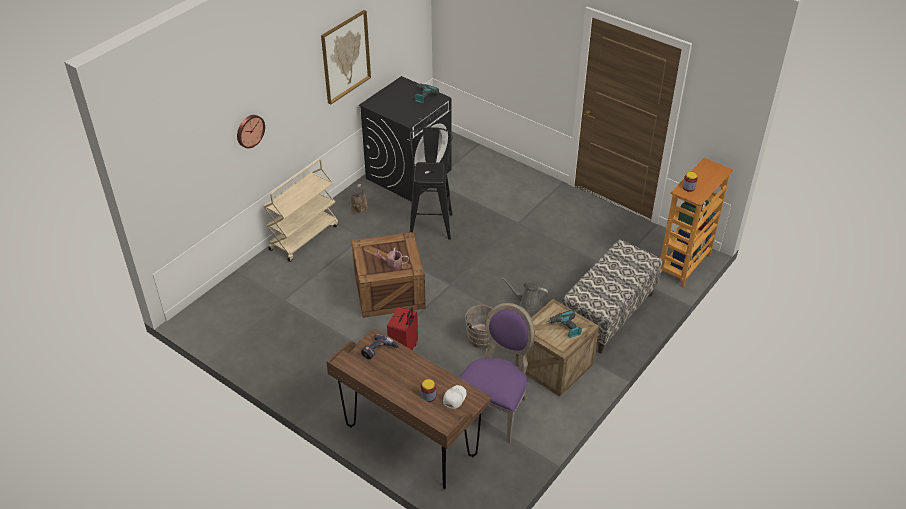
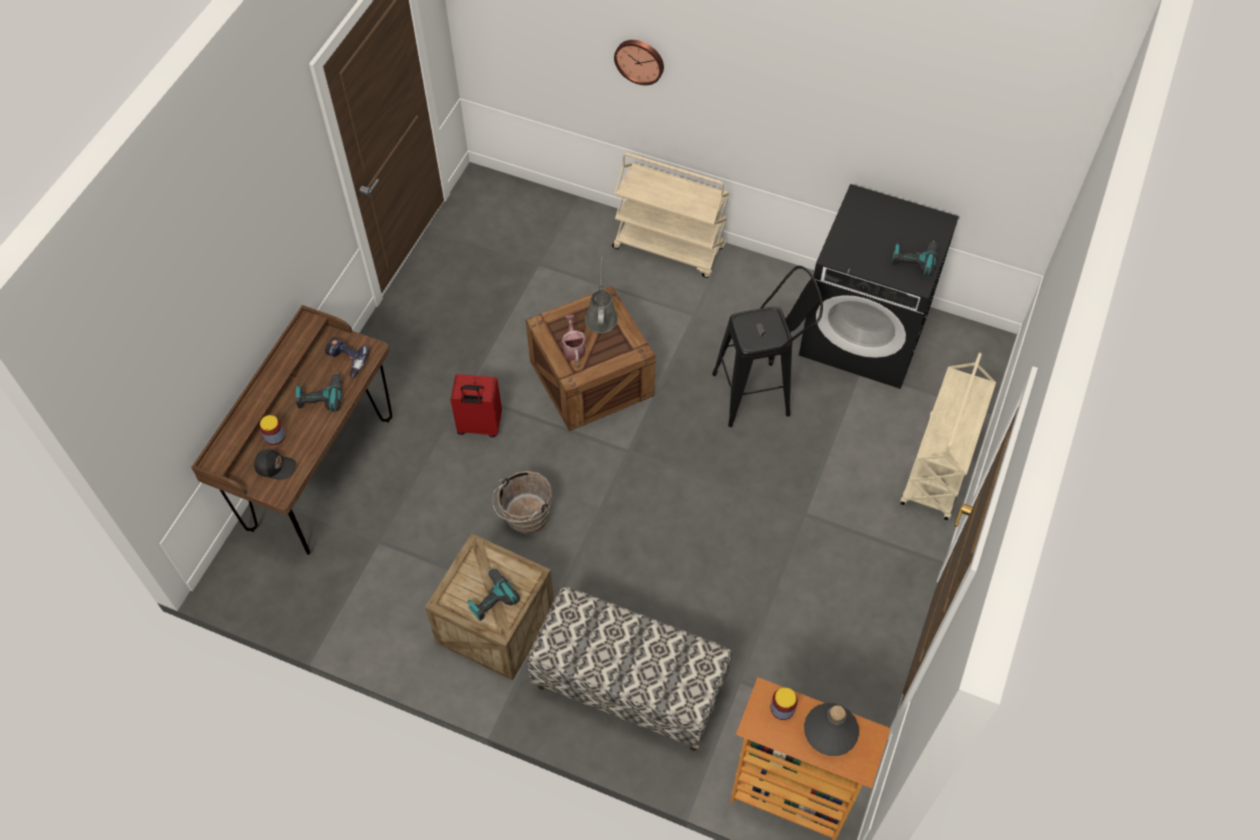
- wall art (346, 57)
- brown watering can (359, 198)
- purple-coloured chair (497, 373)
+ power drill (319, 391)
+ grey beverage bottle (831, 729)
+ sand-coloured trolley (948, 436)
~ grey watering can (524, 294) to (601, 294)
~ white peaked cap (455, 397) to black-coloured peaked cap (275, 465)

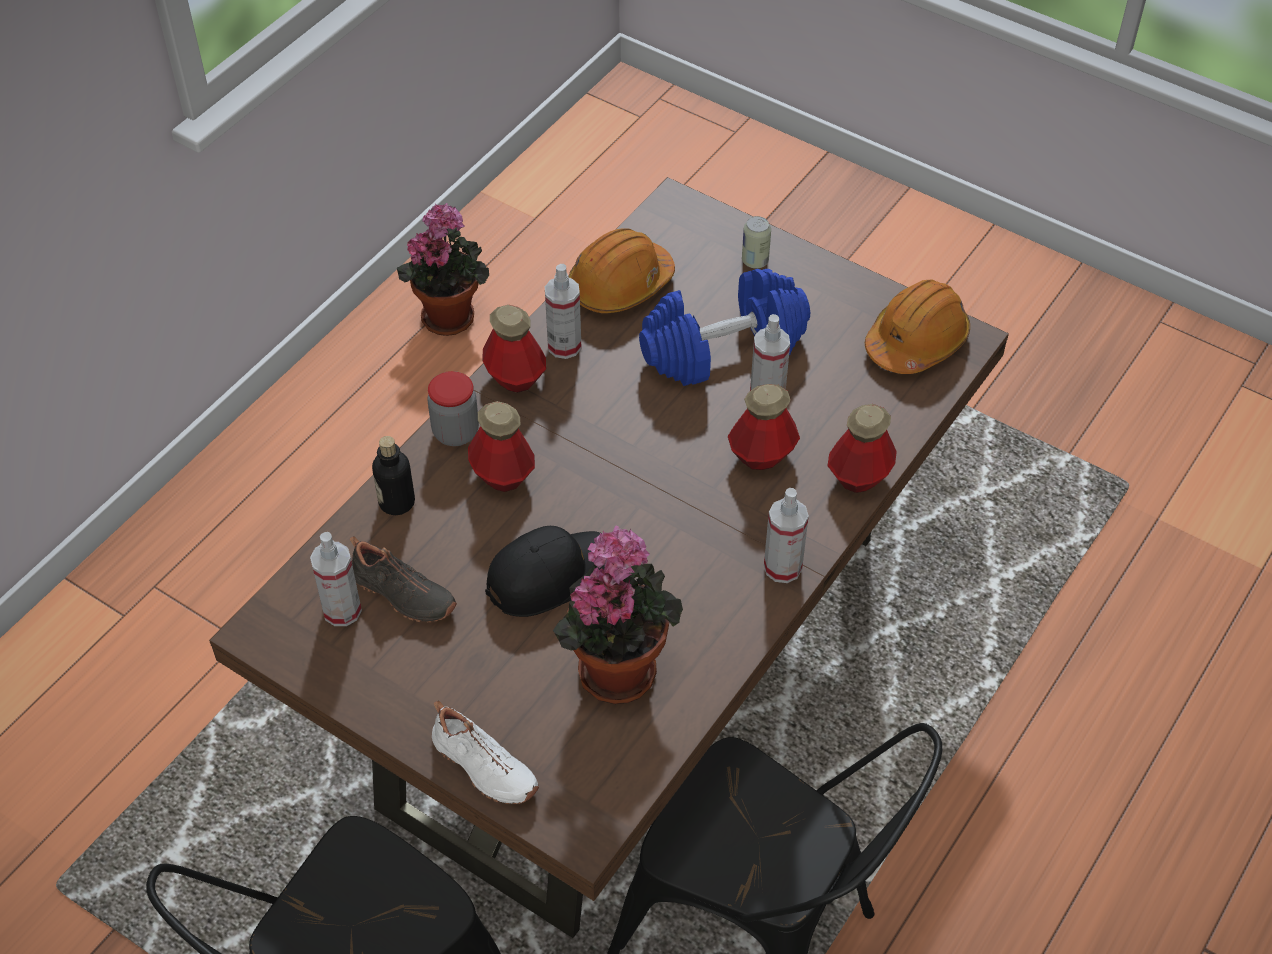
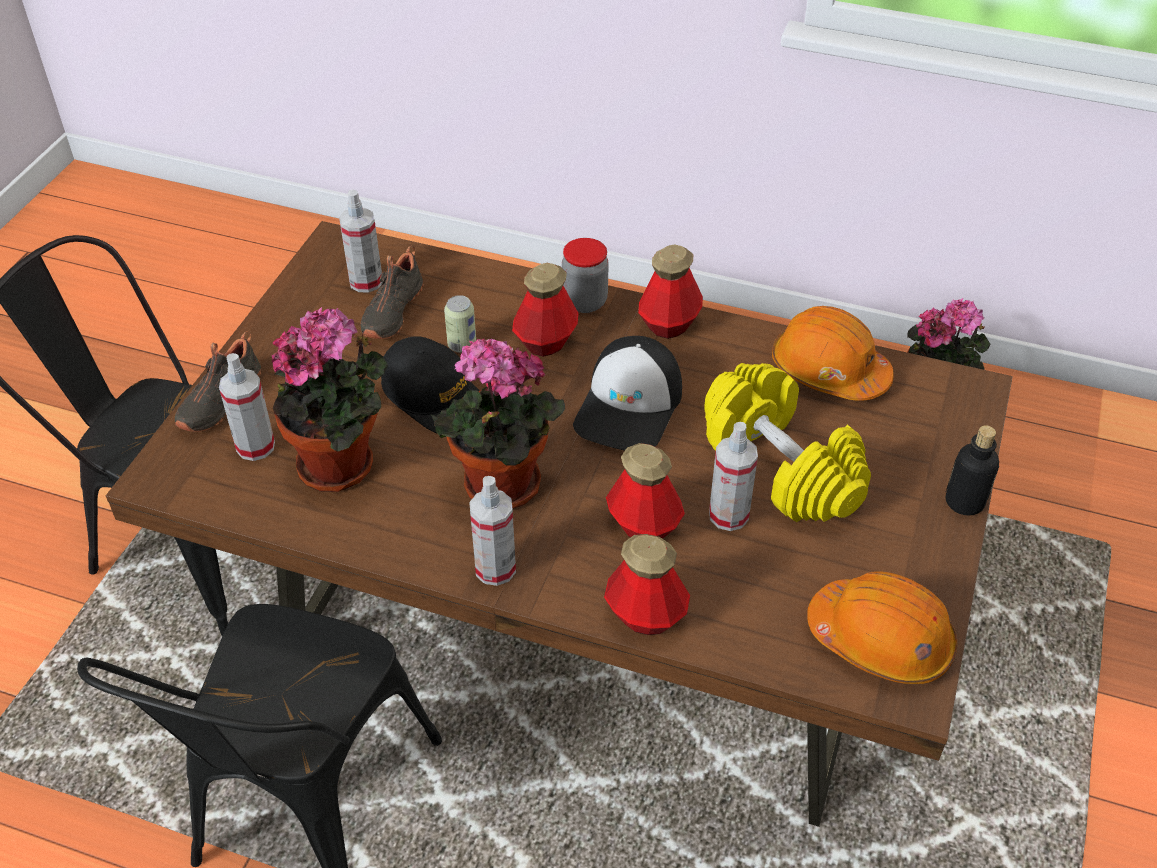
+ potted plant (497, 424)
+ peaked cap (627, 393)
~ beverage bottle (393, 475) to (972, 470)
~ sprayer (563, 311) to (247, 407)
~ sealed can (756, 242) to (460, 323)
~ white low shoe (485, 752) to black-coloured low shoe (218, 381)
~ blue-coloured hand weight (724, 327) to yellow hand weight (787, 442)

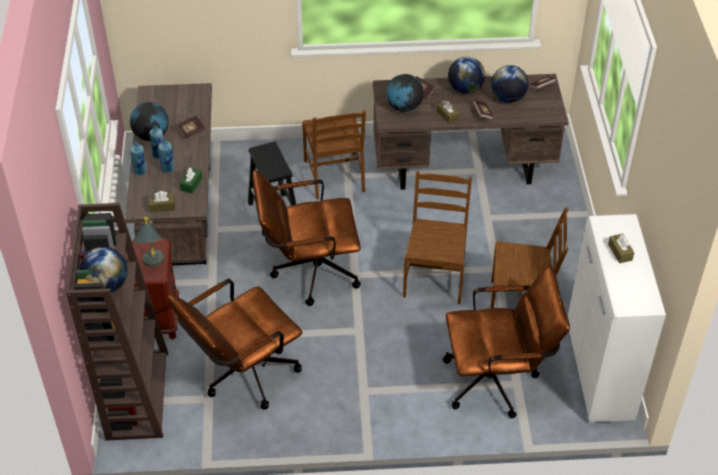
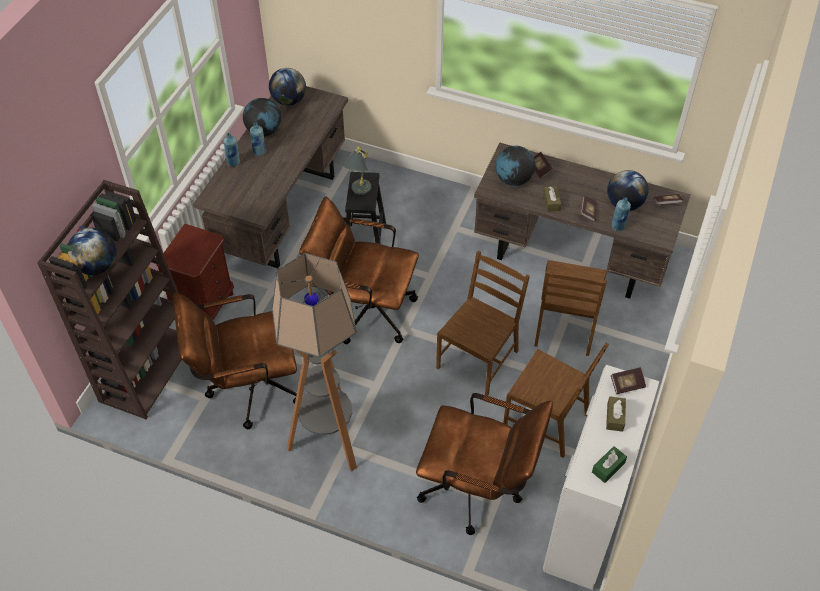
- brown box of tissues (162, 201)
+ standard lamp (314, 362)
~ grey lamp for a table (148, 241) to (356, 170)
~ blue-coloured beverage bottle (166, 156) to (621, 214)
~ bound book (191, 127) to (628, 380)
~ green box of tissues (191, 180) to (609, 464)
~ brown chair (334, 155) to (570, 308)
~ world globe (466, 75) to (287, 87)

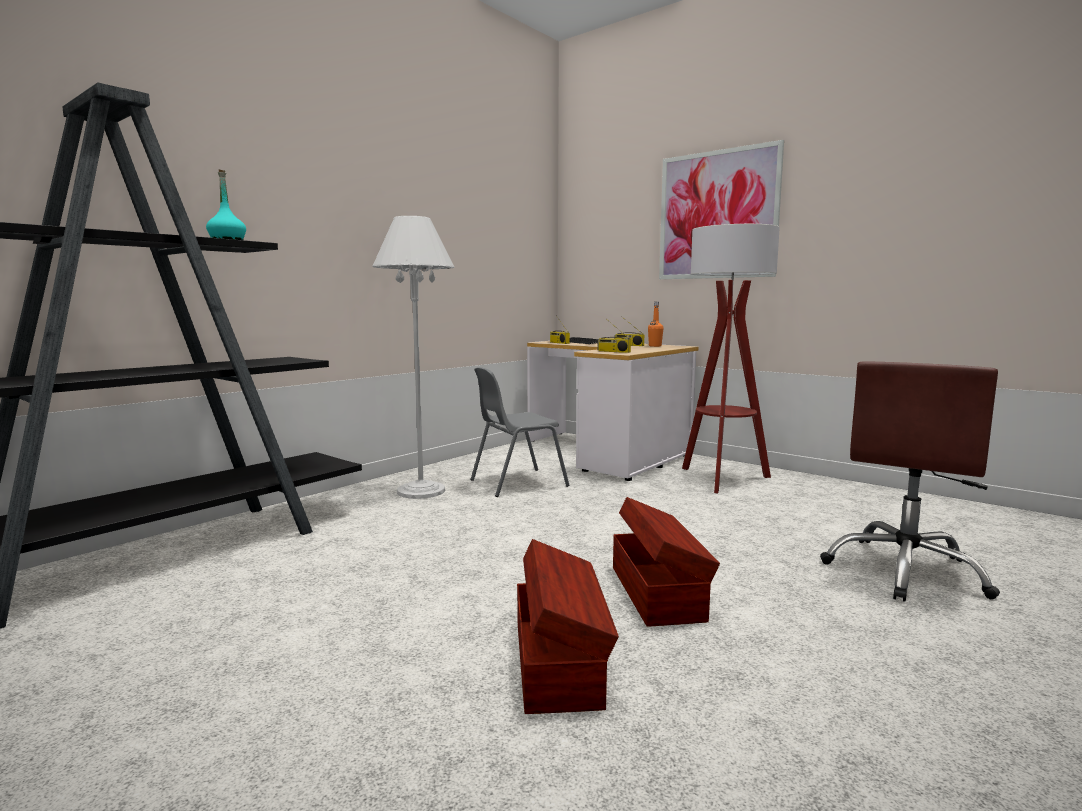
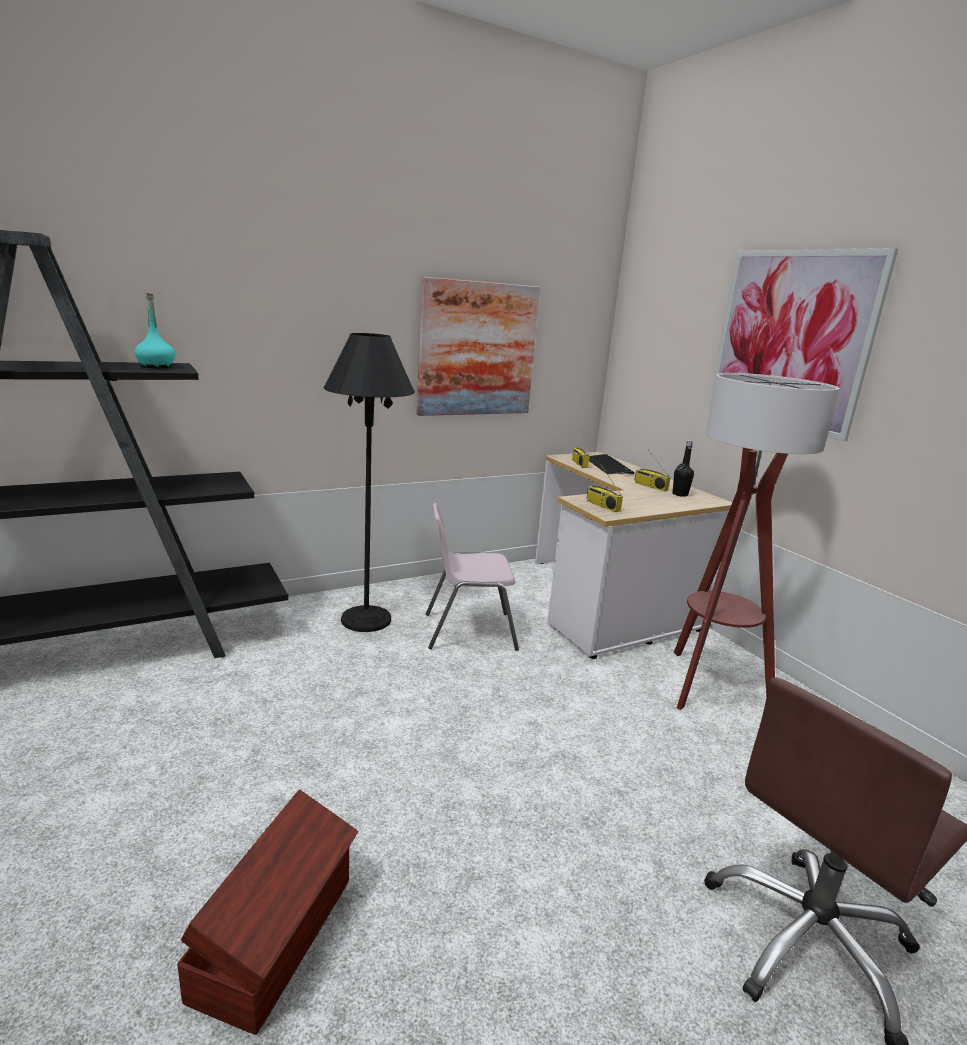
- brown storage bin (666, 561)
+ wall art (478, 346)
~ white standard lamp (413, 357) to black-coloured standard lamp (369, 482)
~ grey chair (520, 432) to pink chair (472, 577)
~ orange-coloured beverage bottle (656, 324) to black-coloured beverage bottle (683, 468)

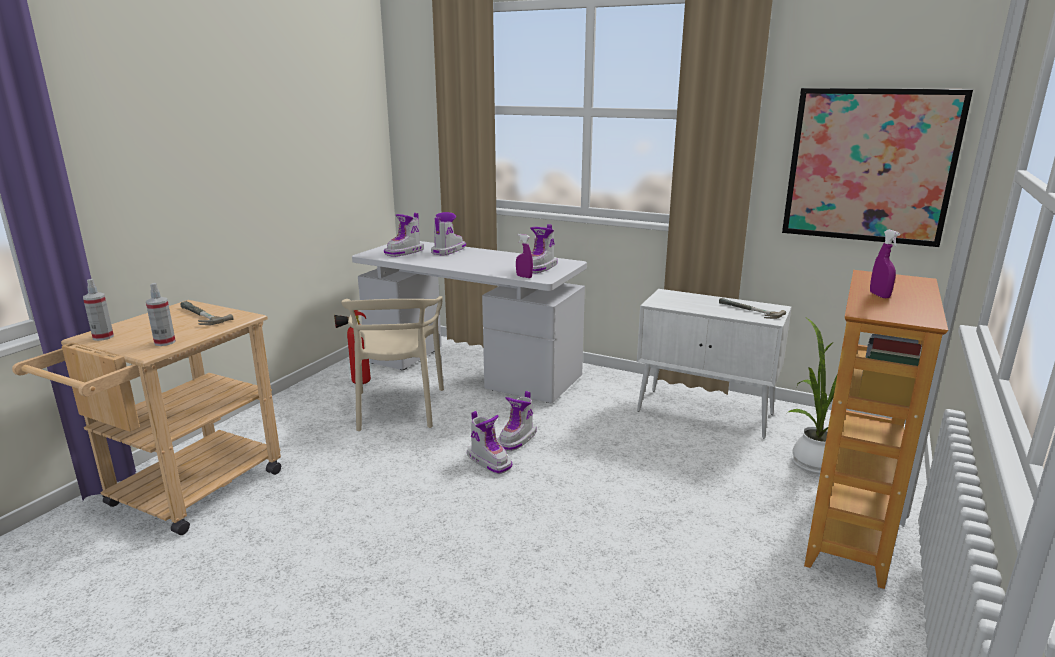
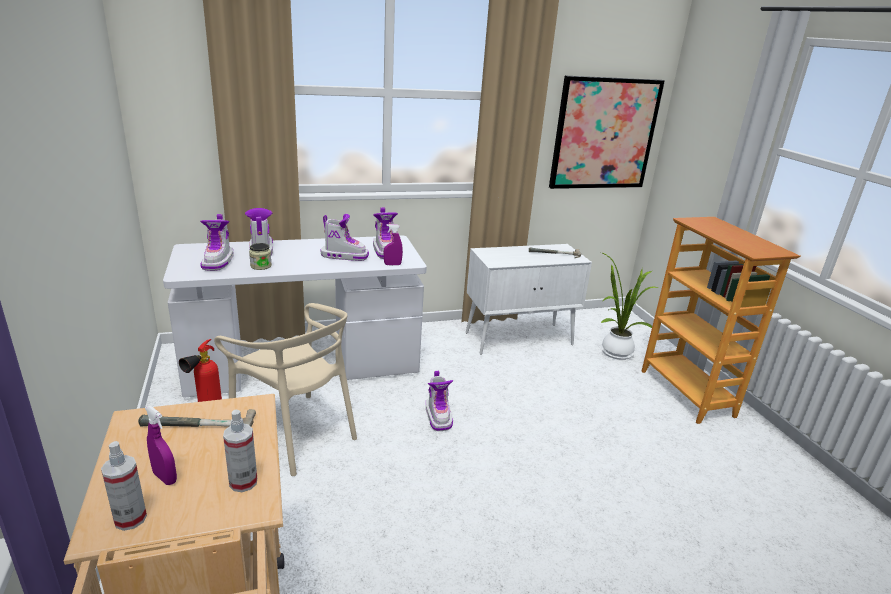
+ jar (260, 256)
~ boot (489, 442) to (345, 237)
~ purple-coloured sprayer (885, 264) to (161, 445)

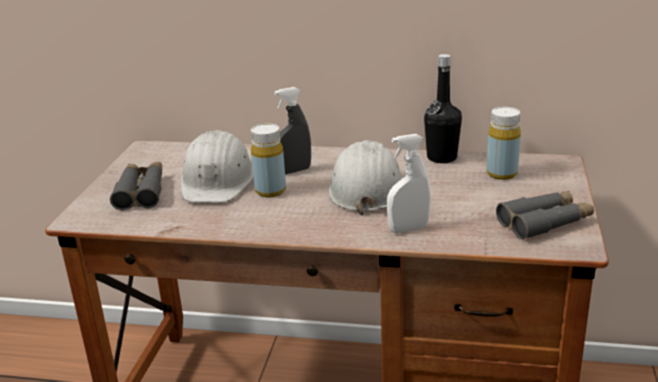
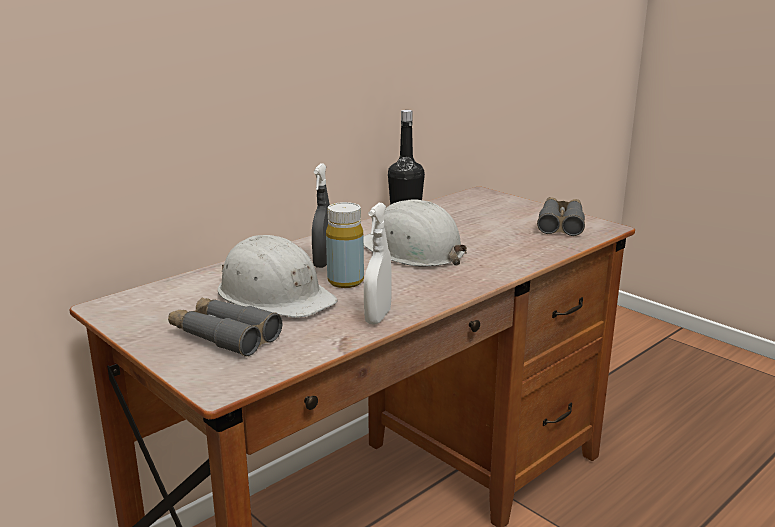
- yellow beverage bottle (503, 143)
~ white sprayer (409, 183) to (378, 264)

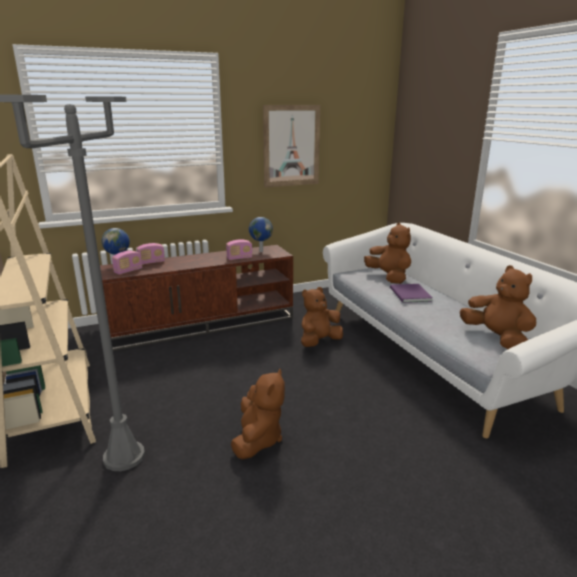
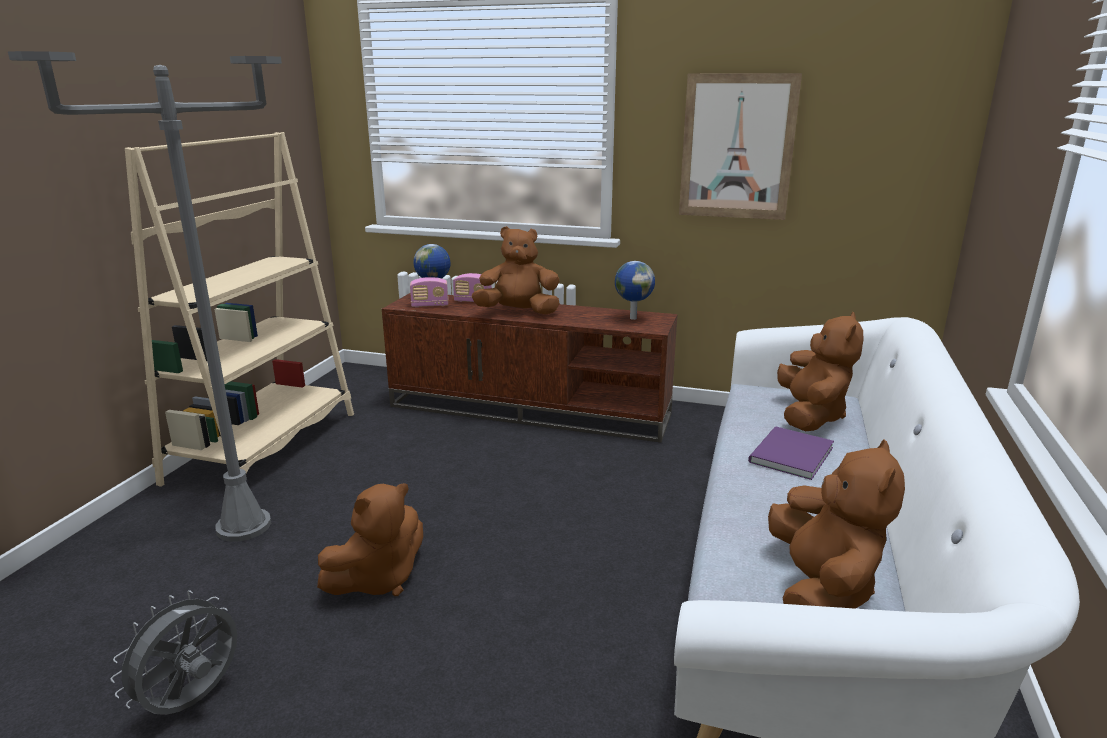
- radio (239, 249)
+ grey electric fan (173, 652)
~ brown plush toy (322, 317) to (516, 270)

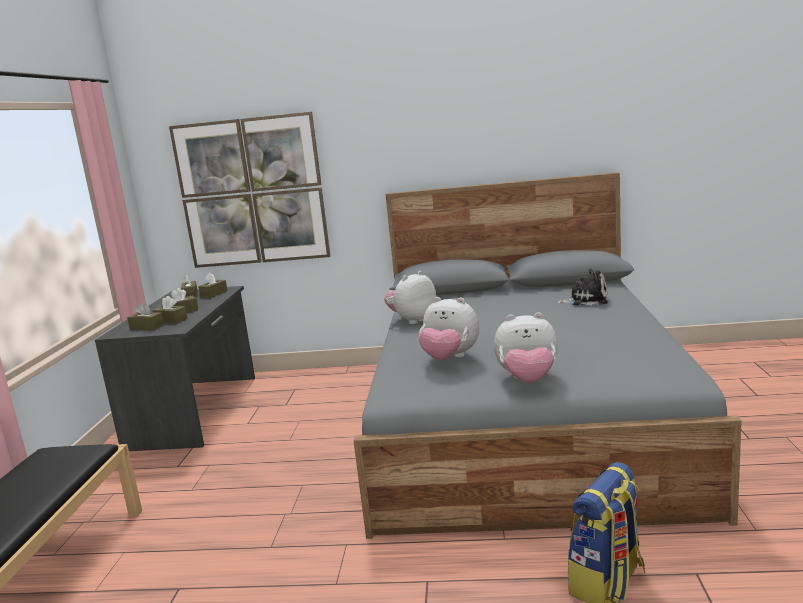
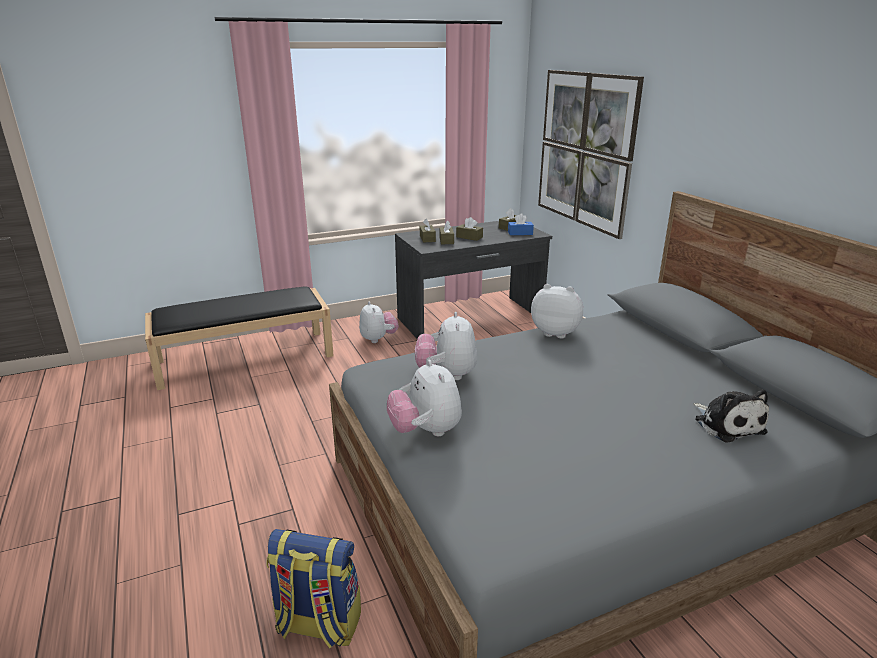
+ plush toy (379, 322)
~ brown box of tissues (212, 285) to blue-coloured box of tissues (521, 224)

